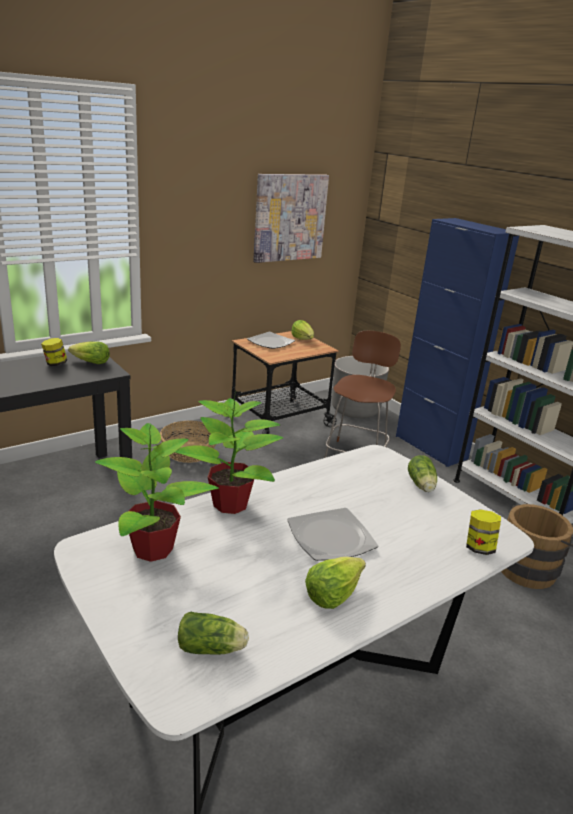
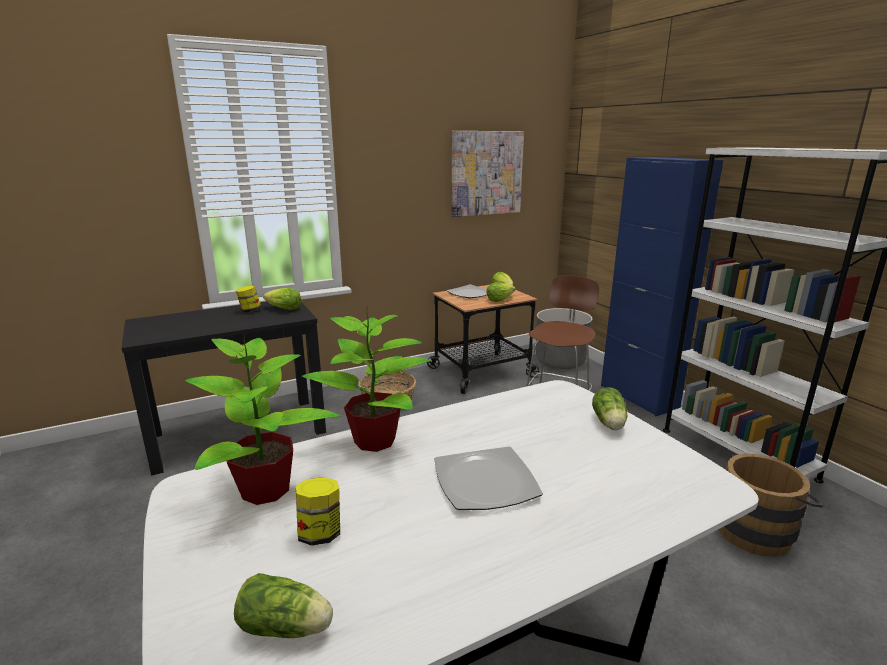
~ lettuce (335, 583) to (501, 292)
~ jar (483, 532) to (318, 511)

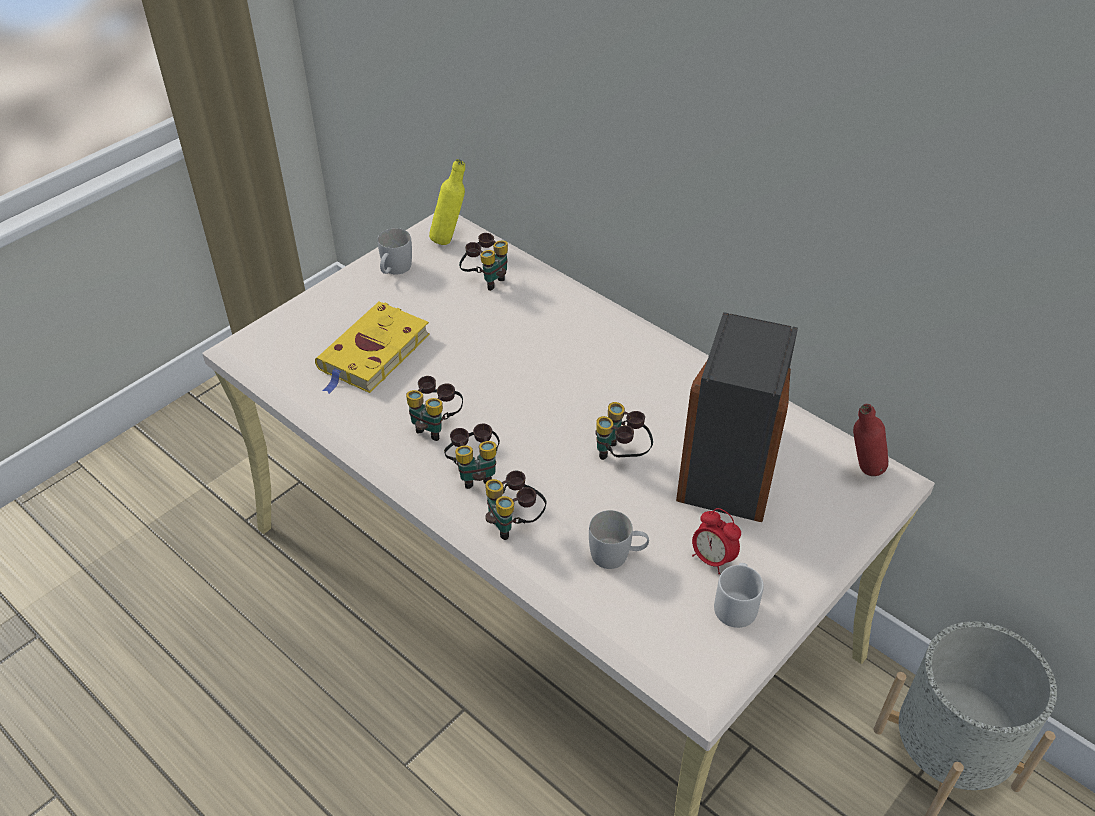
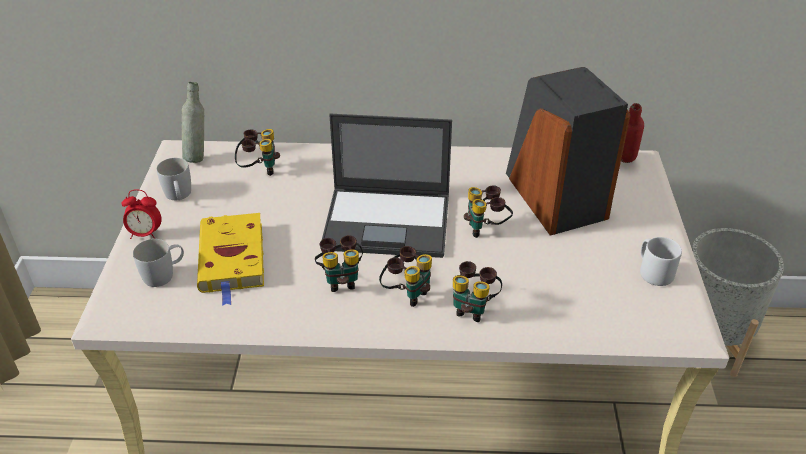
+ portable computer (387, 186)
~ white tea mug (619, 539) to (158, 263)
~ bedside clock (716, 541) to (142, 214)
~ yellow beverage bottle (447, 202) to grey beverage bottle (193, 122)

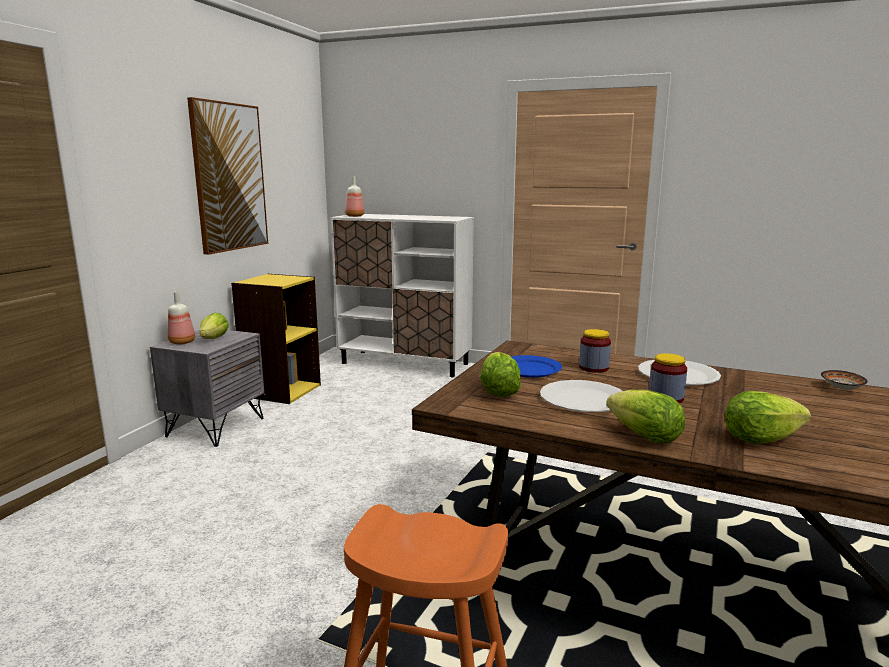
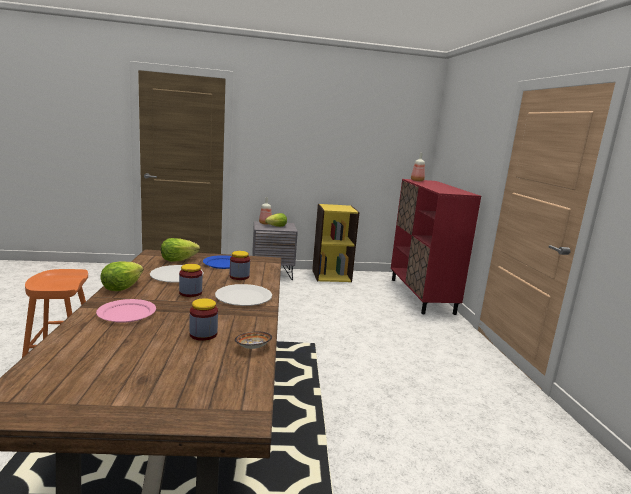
- wall art (227, 176)
+ jar (204, 319)
~ lettuce (768, 417) to pink flat dish (126, 311)
~ white storage cabinet (402, 295) to red-coloured storage cabinet (436, 247)

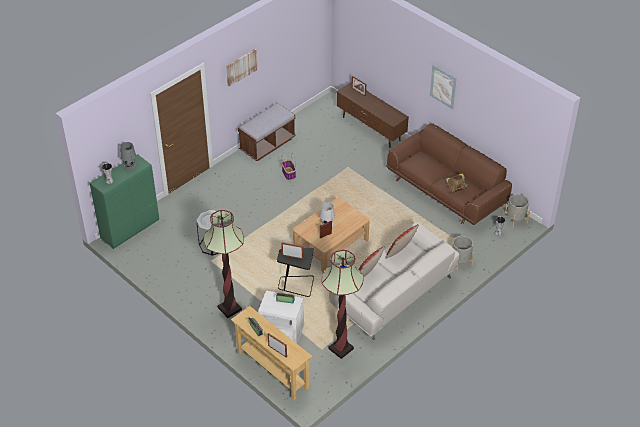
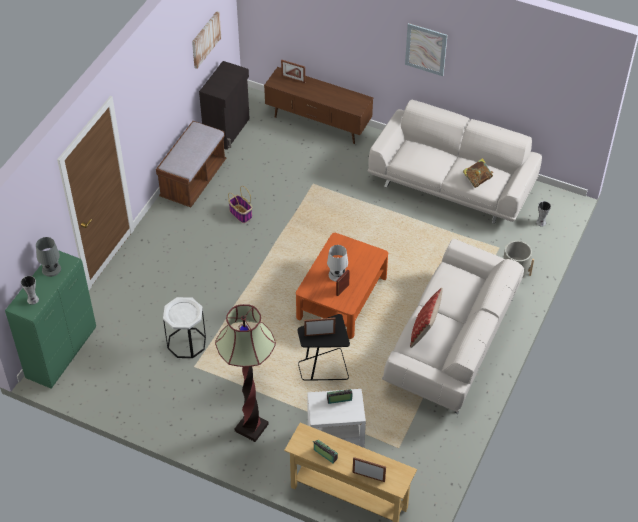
- standard lamp (342, 304)
- cushion (402, 241)
- grey plant pot (517, 211)
+ black-coloured storage cabinet (224, 105)
~ wall art (242, 68) to (206, 40)
~ sand-coloured coffee table (331, 235) to orange-coloured coffee table (342, 286)
~ brown settee (449, 174) to white settee (454, 162)

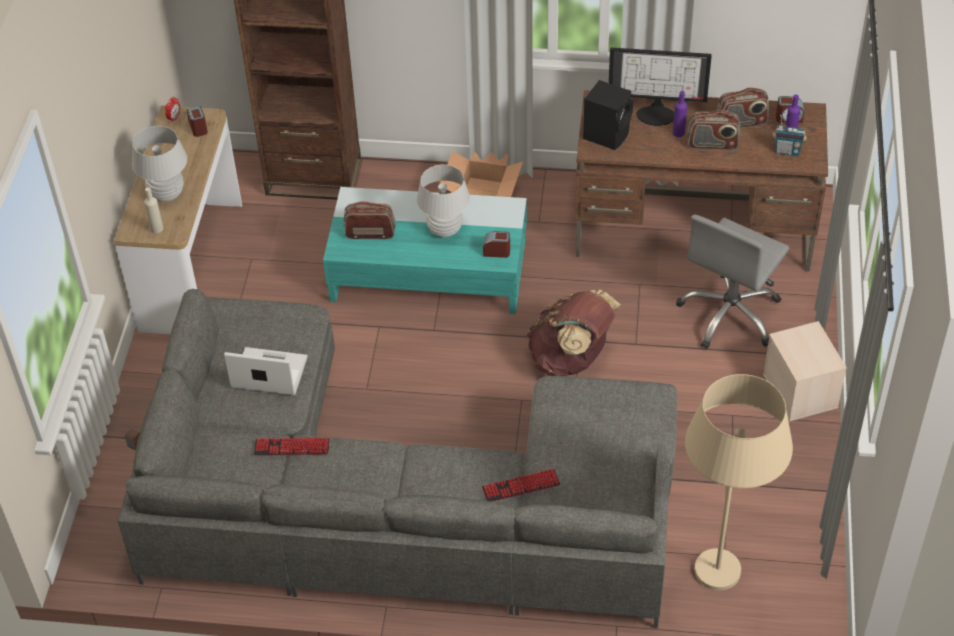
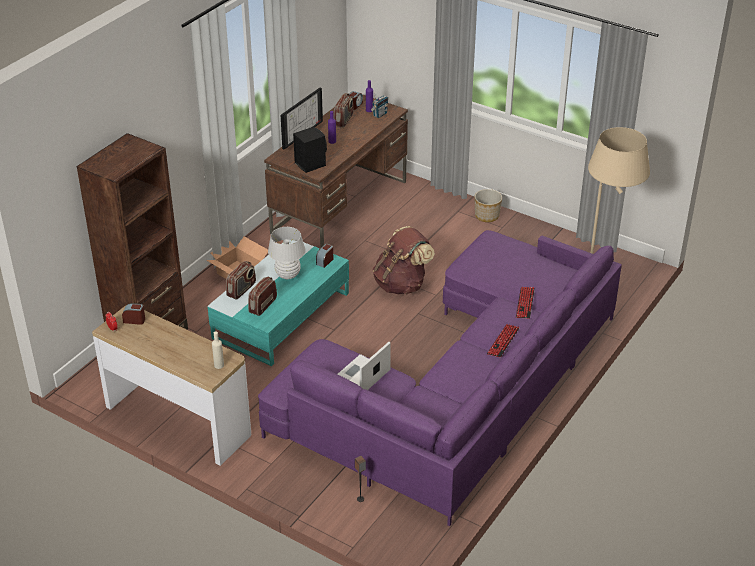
- white lamp for a table (159, 164)
- grey computer chair (733, 281)
~ PC keyboard (292, 447) to (503, 340)
~ radio (713, 130) to (241, 280)
~ sand-coloured storage bin (805, 371) to plant pot (488, 205)
~ grey settee (398, 458) to purple-coloured settee (440, 378)

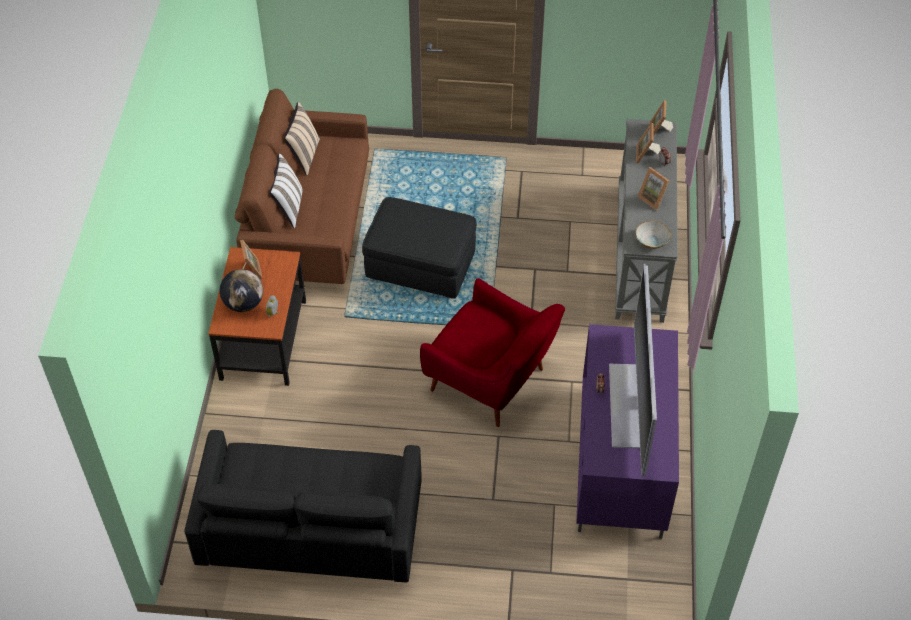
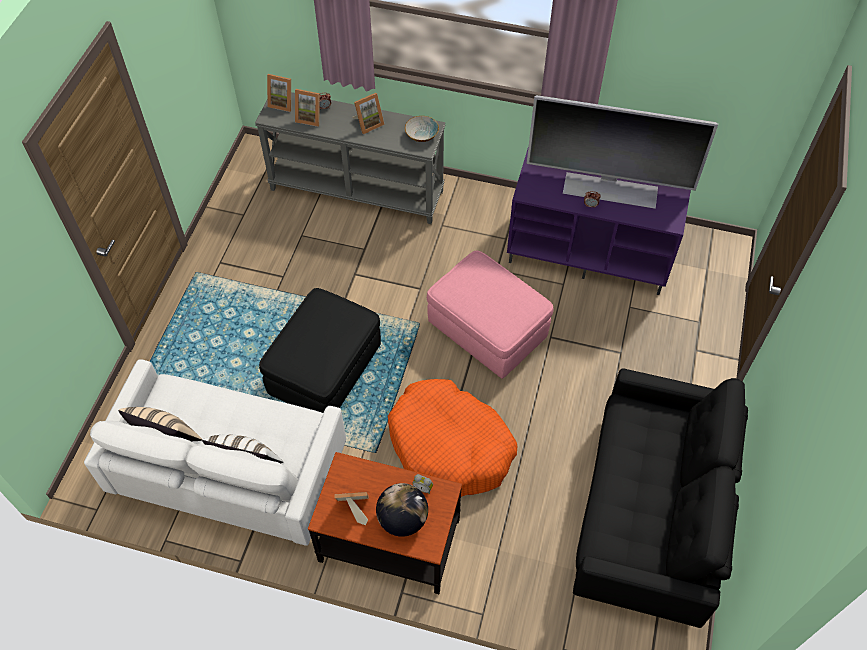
+ orange-coloured dog bed (452, 438)
~ red-coloured lounge chair (492, 352) to pink footrest (490, 314)
~ brown settee (302, 186) to white settee (215, 452)

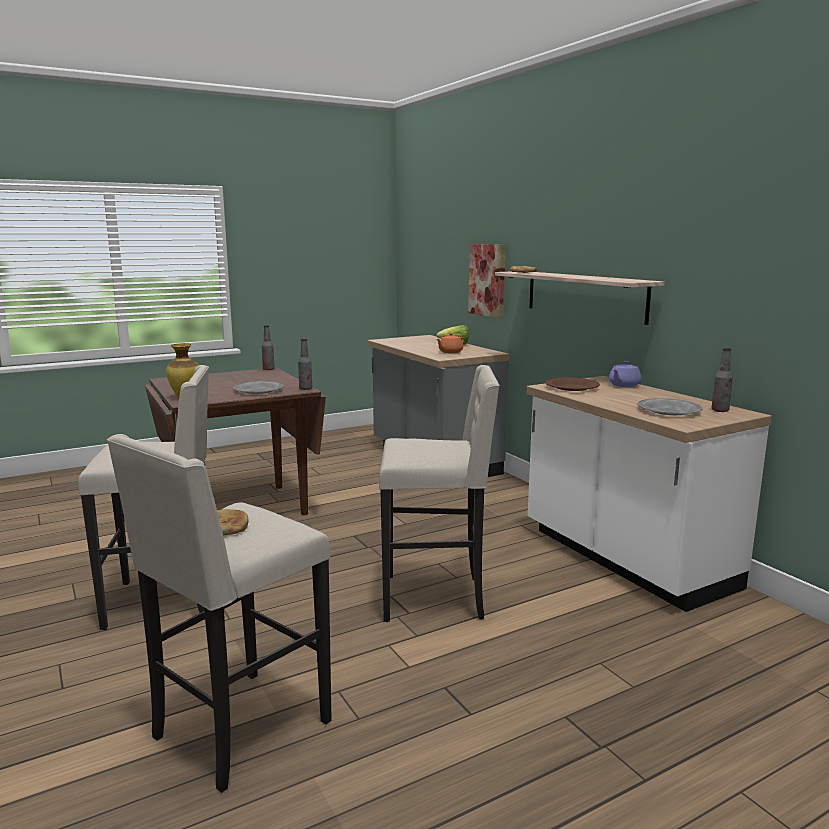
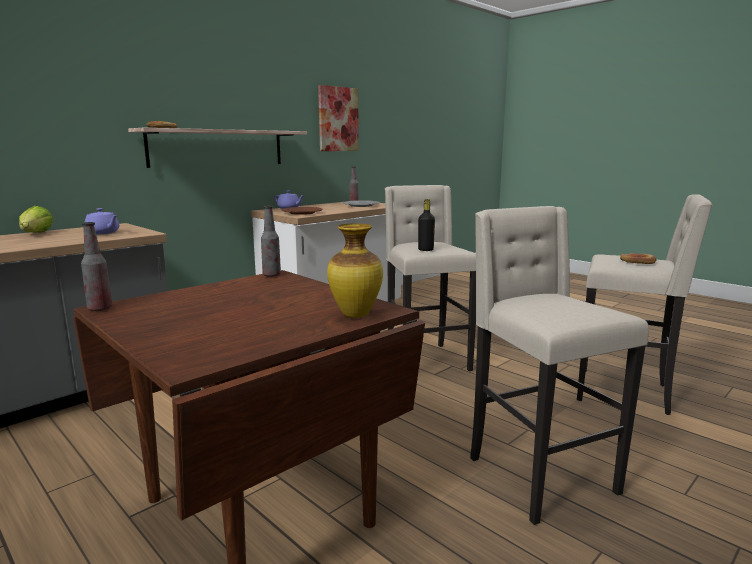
- grey flat dish (258, 387)
+ black-coloured beverage bottle (426, 225)
~ wall art (487, 281) to (338, 118)
~ orange-coloured tea pot (450, 343) to purple-coloured tea pot (101, 221)

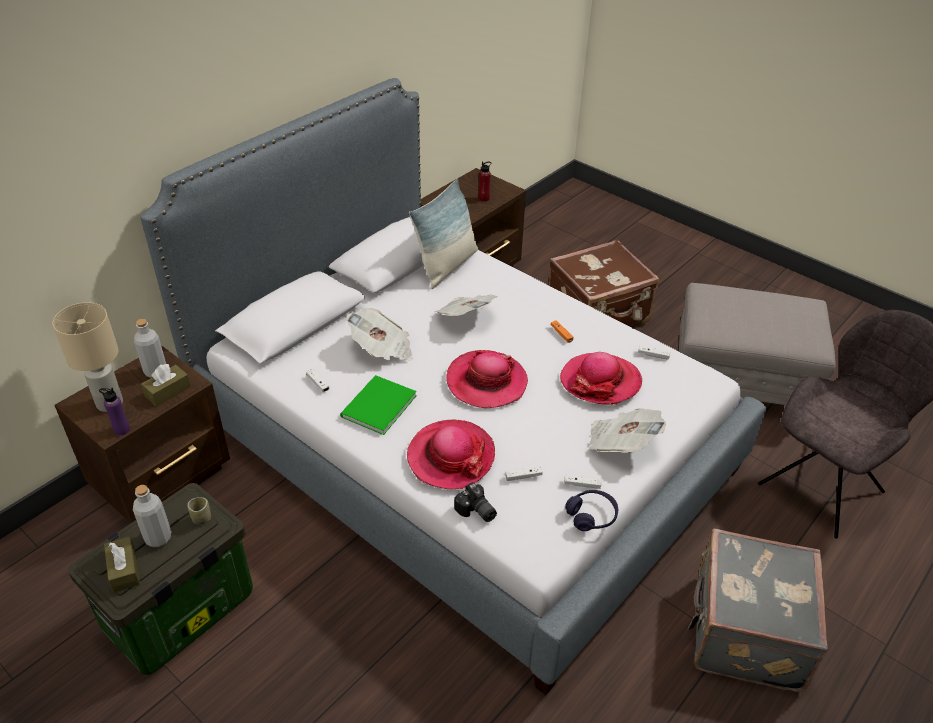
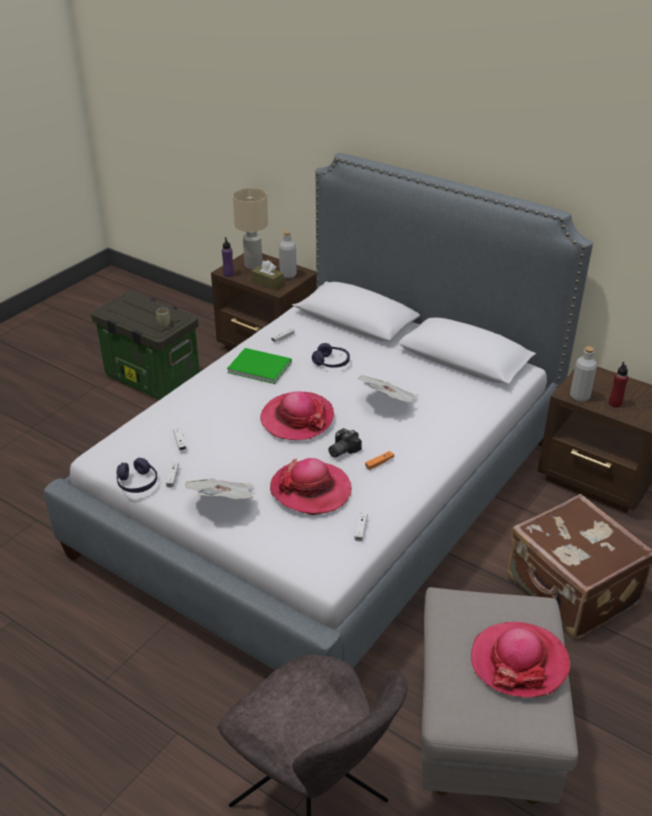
- brown box of tissues (122, 564)
- cushion (443, 233)
- grey piece of luggage (758, 610)
~ grey beverage bottle (152, 516) to (583, 374)
~ wearable hat (451, 455) to (520, 659)
~ still camera (475, 502) to (345, 443)
~ printed paper (379, 334) to purple-coloured pair of headphones (331, 355)

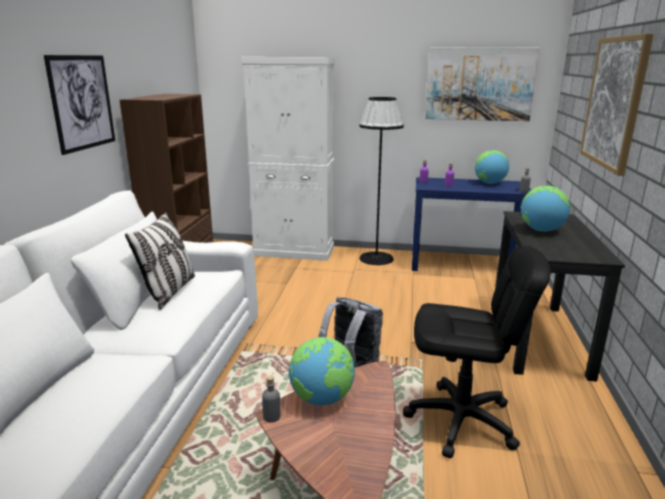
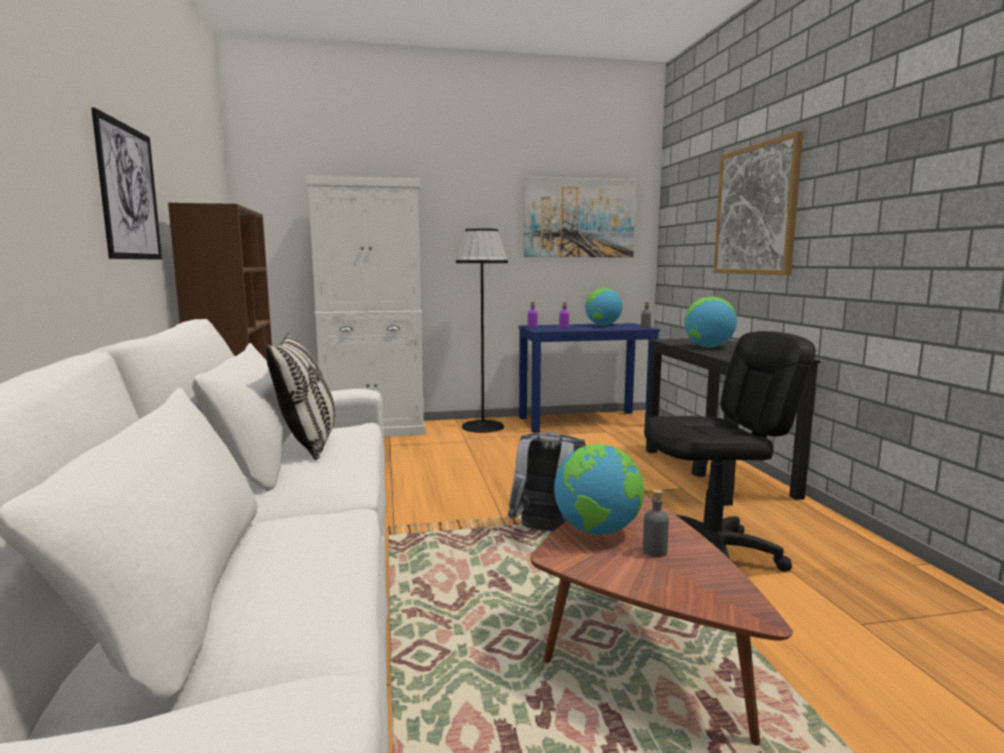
~ grey beverage bottle (271, 399) to (656, 523)

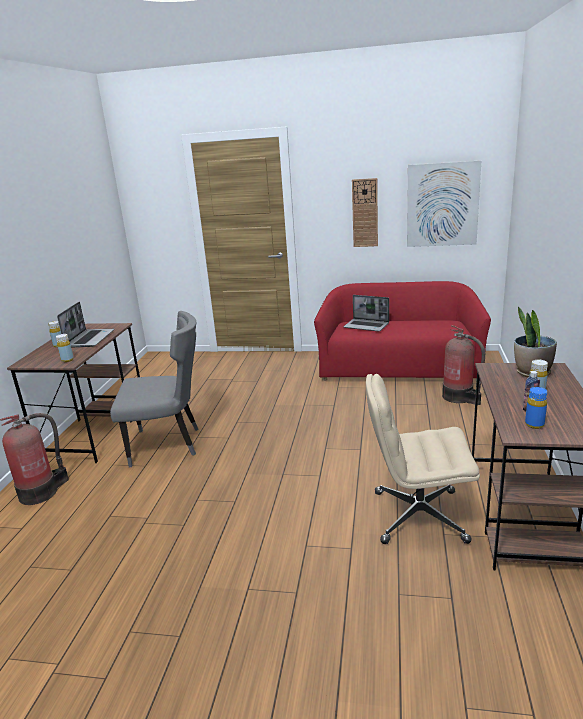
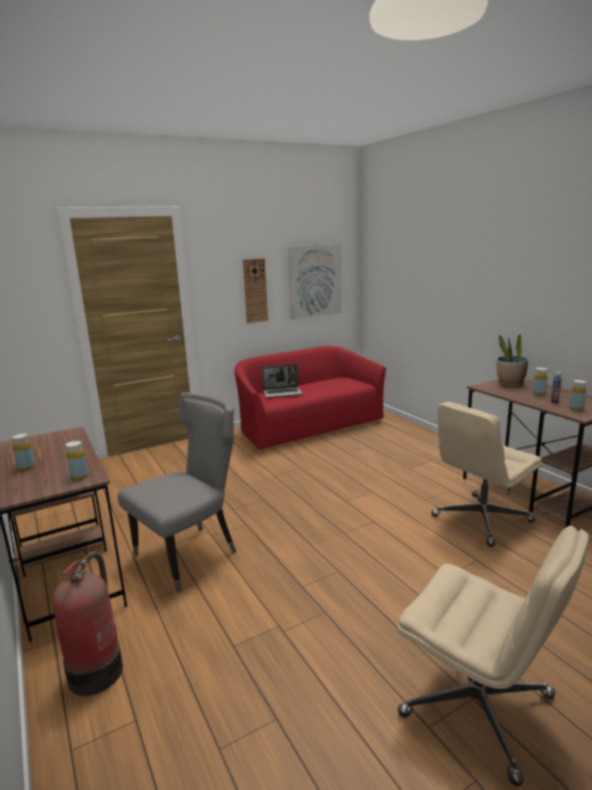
- portable computer (86, 325)
- fire-fighting cylinder (463, 365)
+ sand-coloured computer chair (493, 656)
~ blue-coloured beverage bottle (536, 408) to yellow beverage bottle (578, 395)

